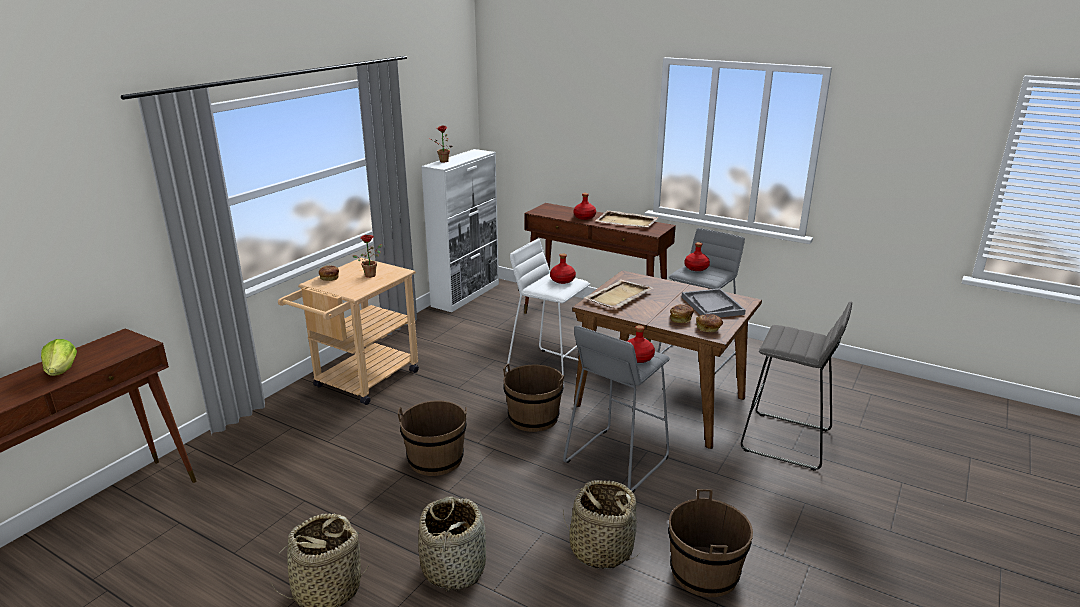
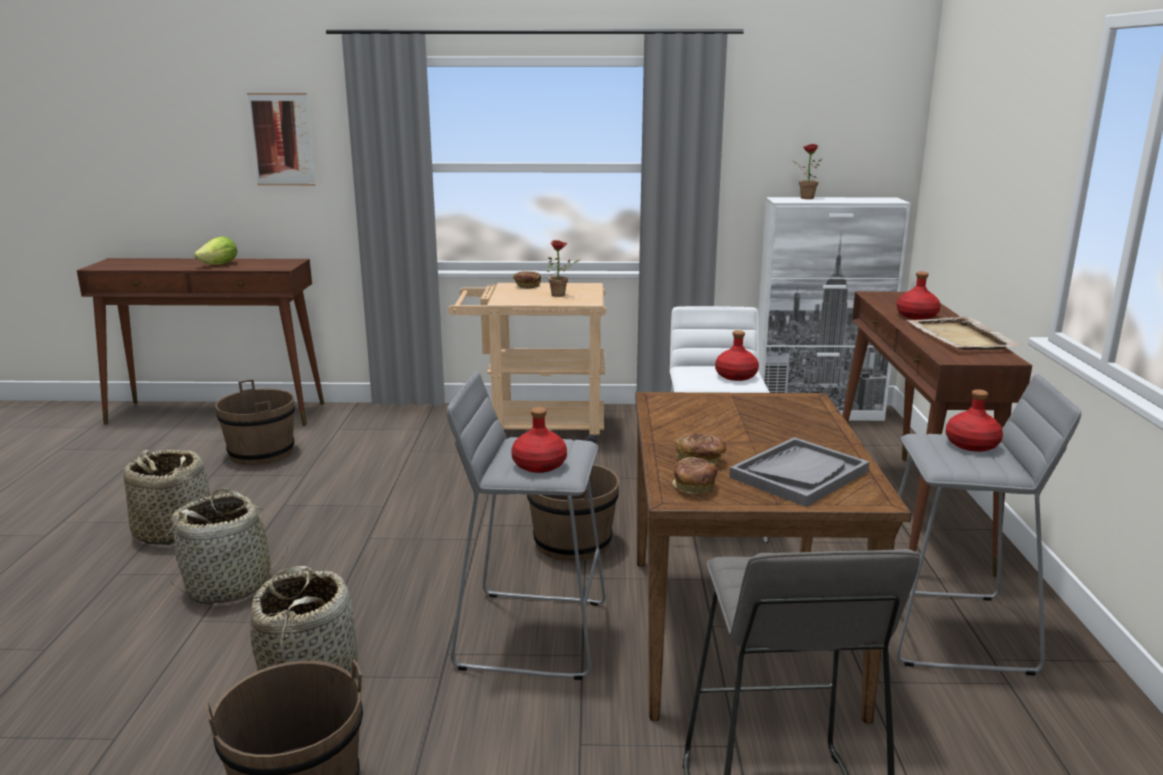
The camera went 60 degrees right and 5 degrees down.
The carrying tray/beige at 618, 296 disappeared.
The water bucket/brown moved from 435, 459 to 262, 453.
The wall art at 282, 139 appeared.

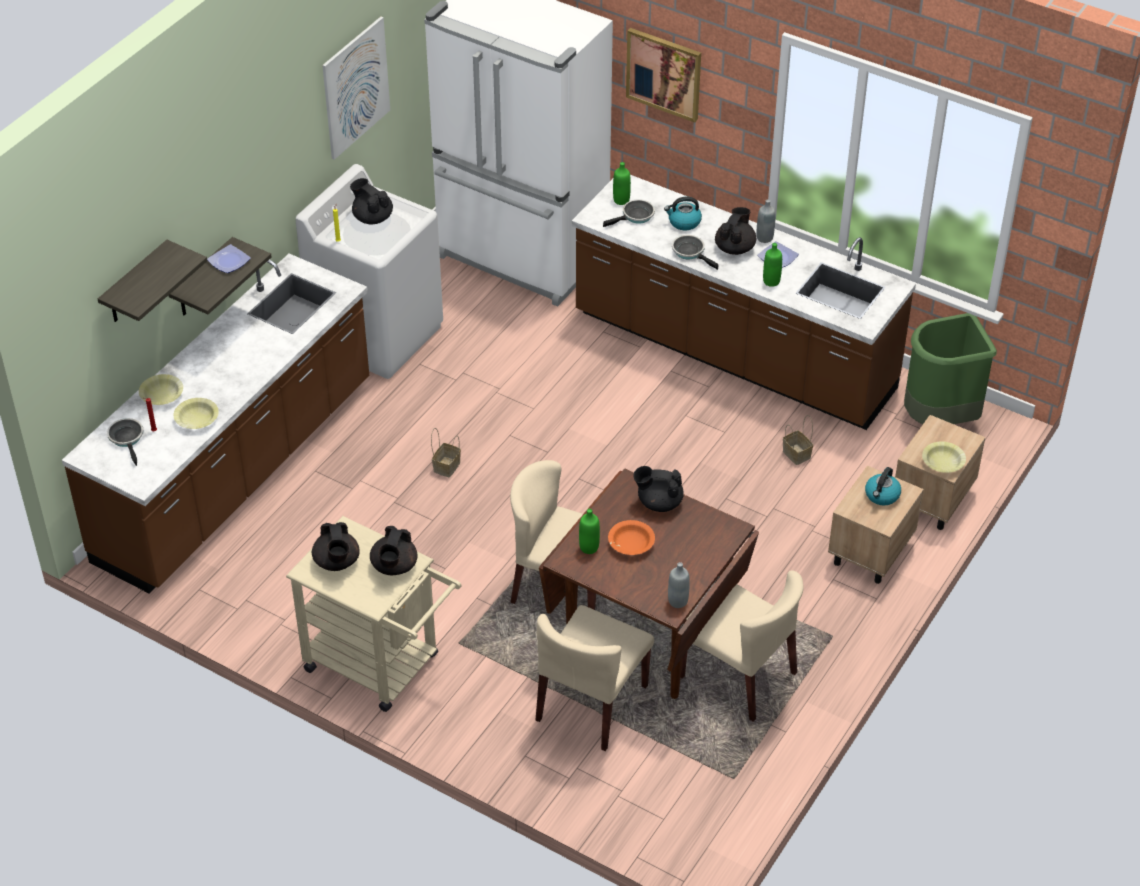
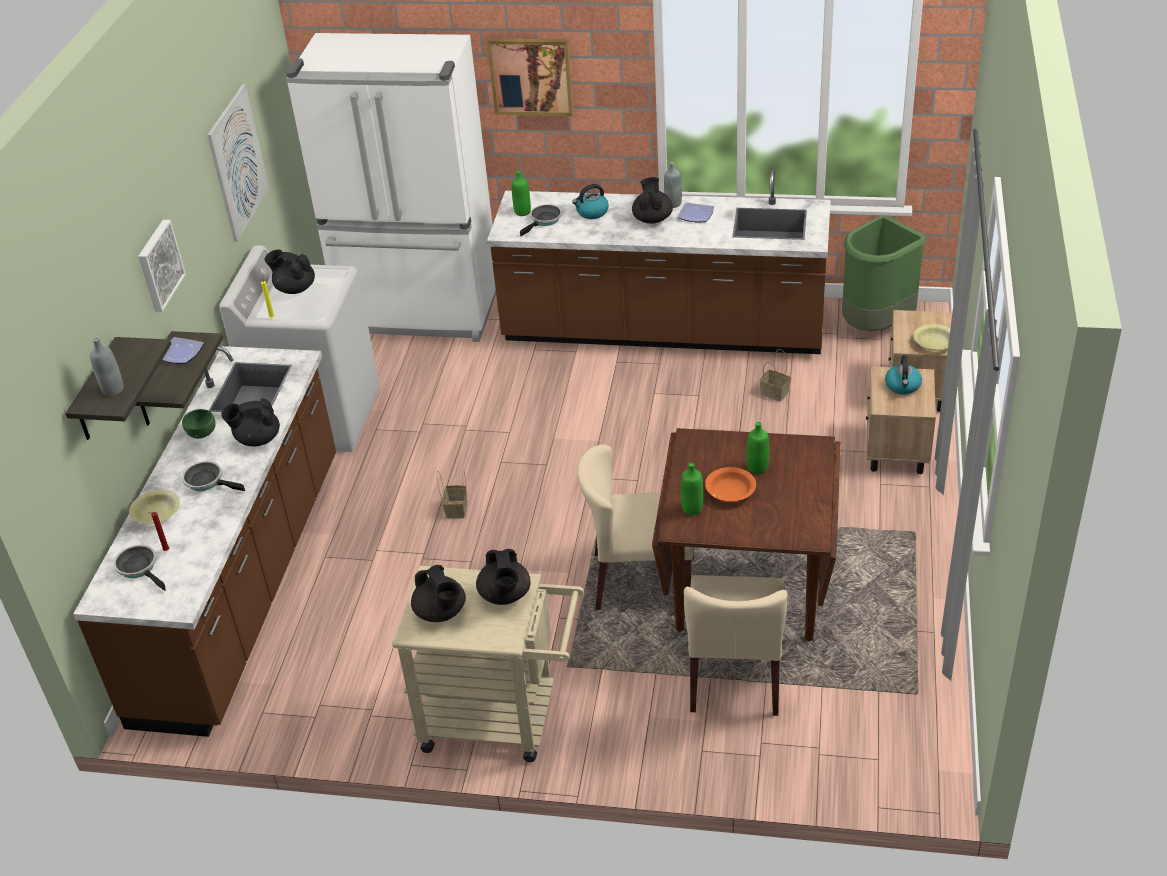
The camera went 20 degrees left and 5 degrees down.
The pan moved from 690, 252 to 207, 481.
The bottle/green moved from 771, 281 to 757, 468.
The deep dish/yellow-coloured at 196, 419 disappeared.
The tea pot/blackish moved from 659, 502 to 257, 439.
The bottle/greyish moved from 678, 601 to 113, 390.
The upright chair/beige at 738, 675 disappeared.
The wall art at 158, 265 appeared.
The deep dish/green at 201, 432 appeared.

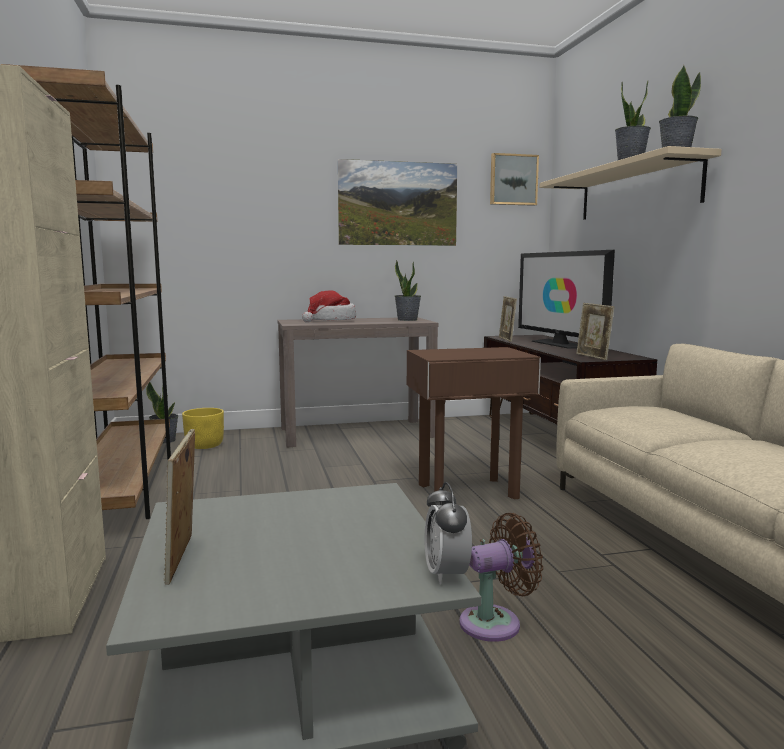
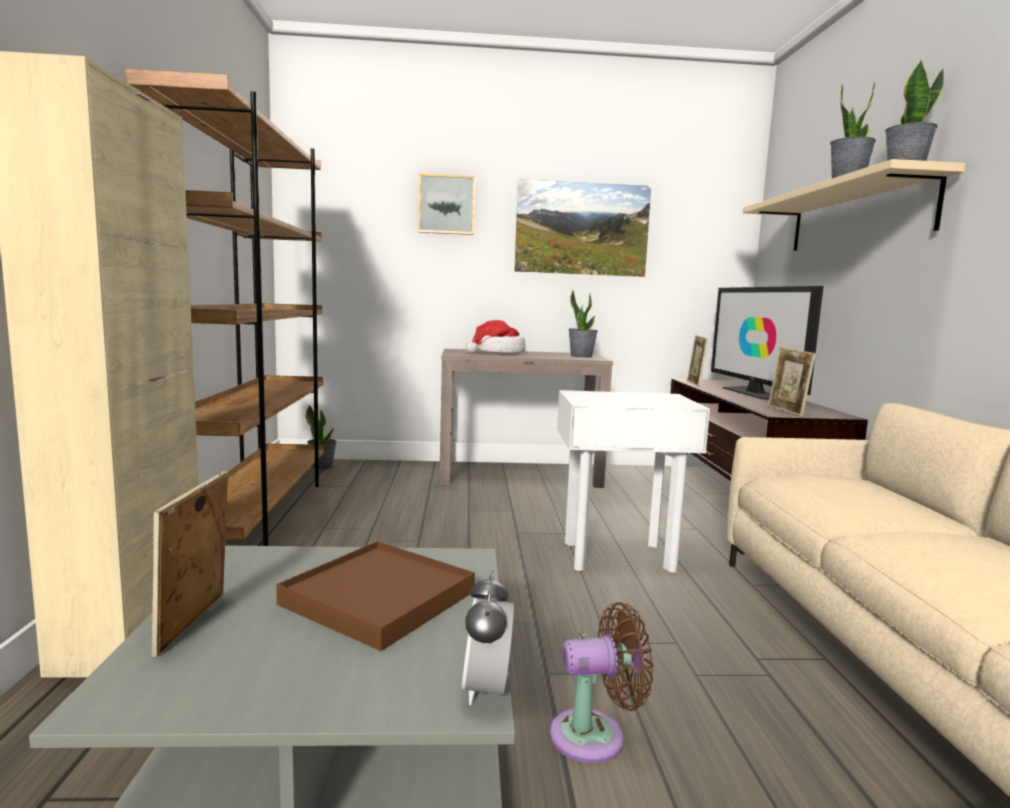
The camera went 10 degrees right and 0 degrees up.
The wall art moved from 513, 180 to 446, 205.
The accent table/brown at 468, 491 became the accent table/whitish at 618, 556.
The planter/yellow-coloured at 205, 445 disappeared.
The carrying tray/brown at 379, 598 appeared.

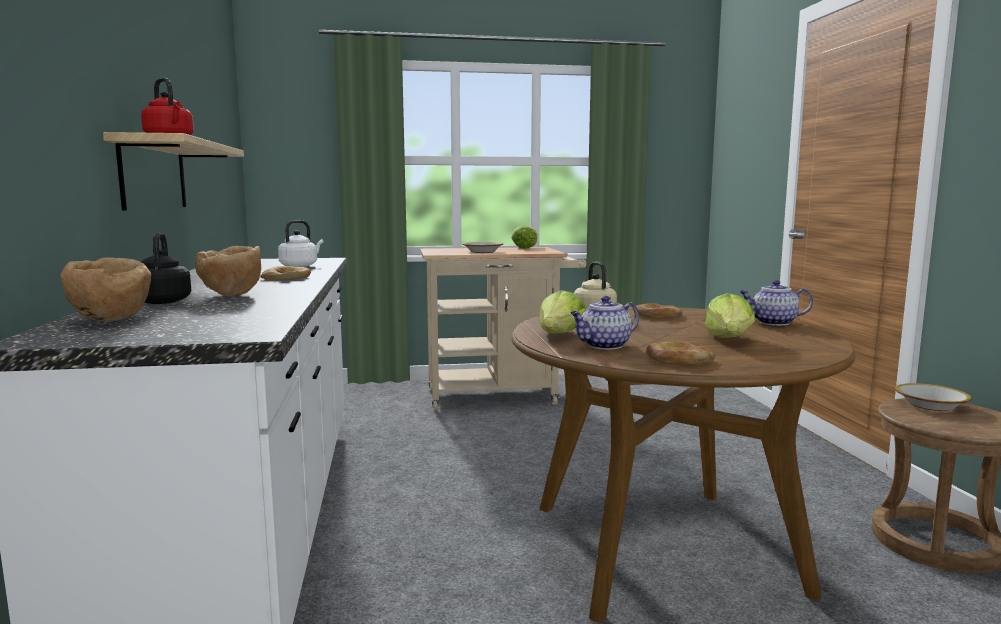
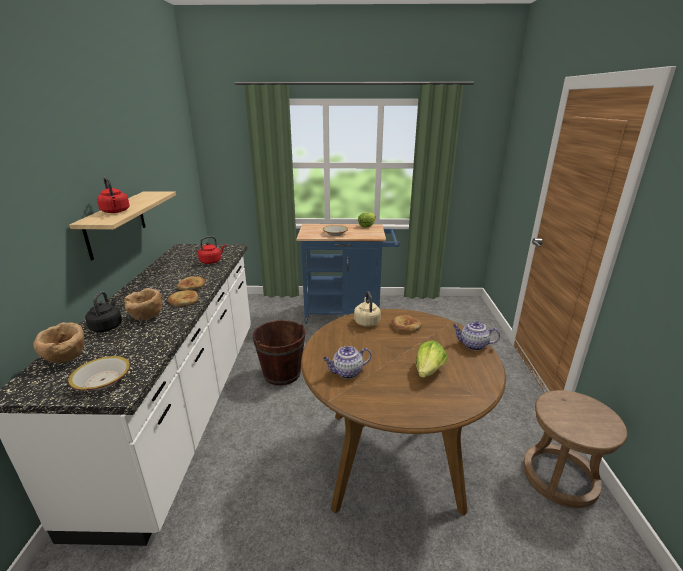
The camera went 10 degrees right and 15 degrees up.
The kettle/whitish at 300, 266 became the kettle/red-coloured at 212, 261.
The wheeled cart/beige at 500, 396 became the wheeled cart/bluish at 347, 313.
The lettuce head at 560, 335 disappeared.
The bakery bread moved from 678, 359 to 183, 300.
The deep dish moved from 930, 405 to 103, 380.
The water bucket/brown at 282, 373 appeared.

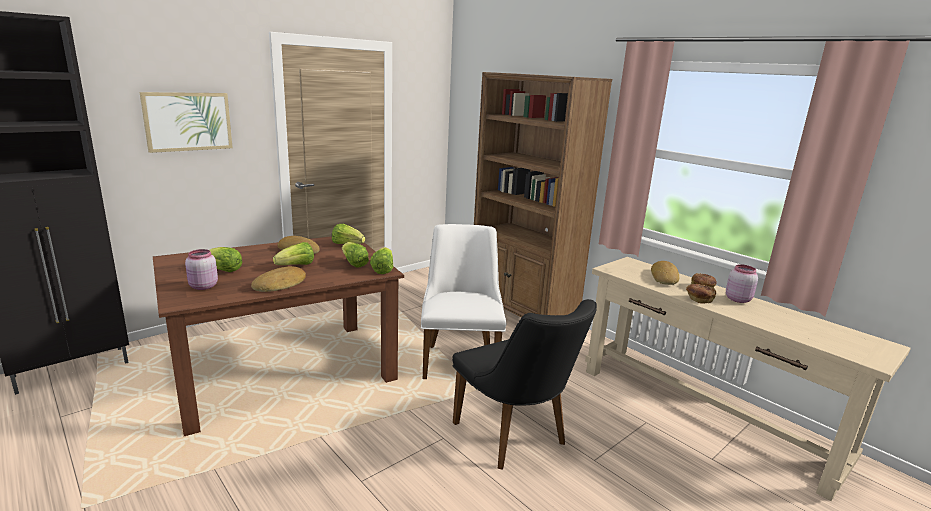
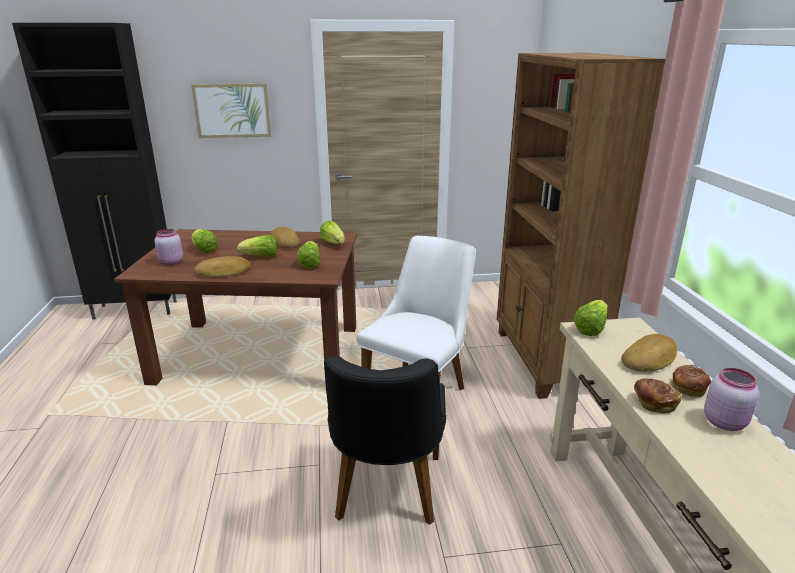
The camera went 35 degrees right and 5 degrees up.
The lettuce head moved from 383, 269 to 591, 328.

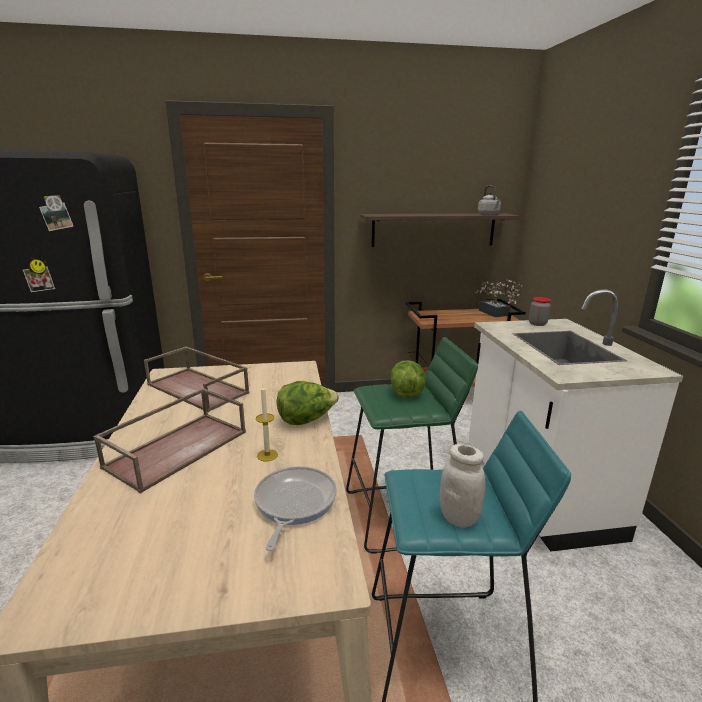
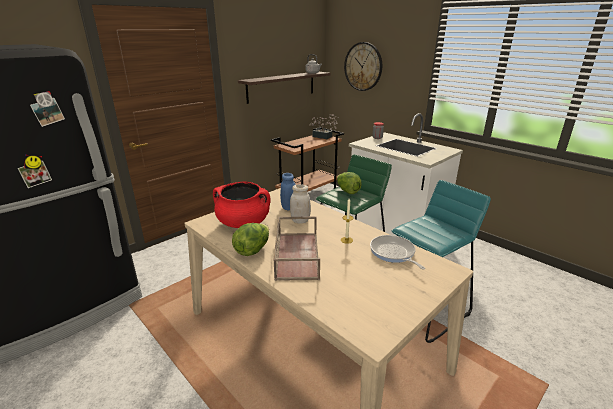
The camera went 35 degrees left and 5 degrees up.
The carrying tray/brown at 199, 388 was replaced by the cooking pot/red-coloured at 243, 223.
The lettuce head moved from 306, 420 to 252, 250.
The storage jar/whitish moved from 459, 518 to 300, 221.
The wall clock at 363, 66 appeared.
The storage jar/bluish at 288, 207 appeared.

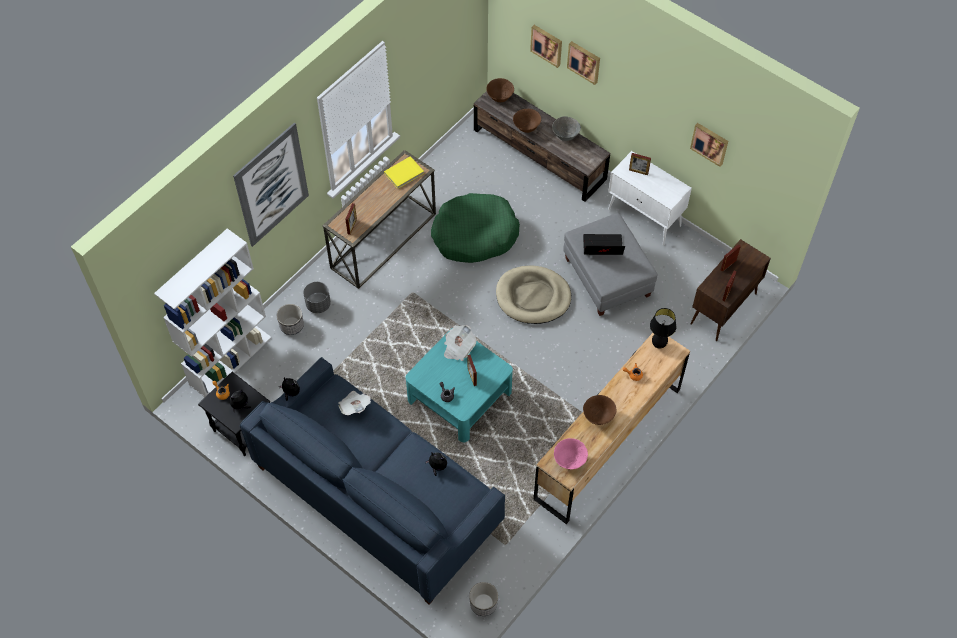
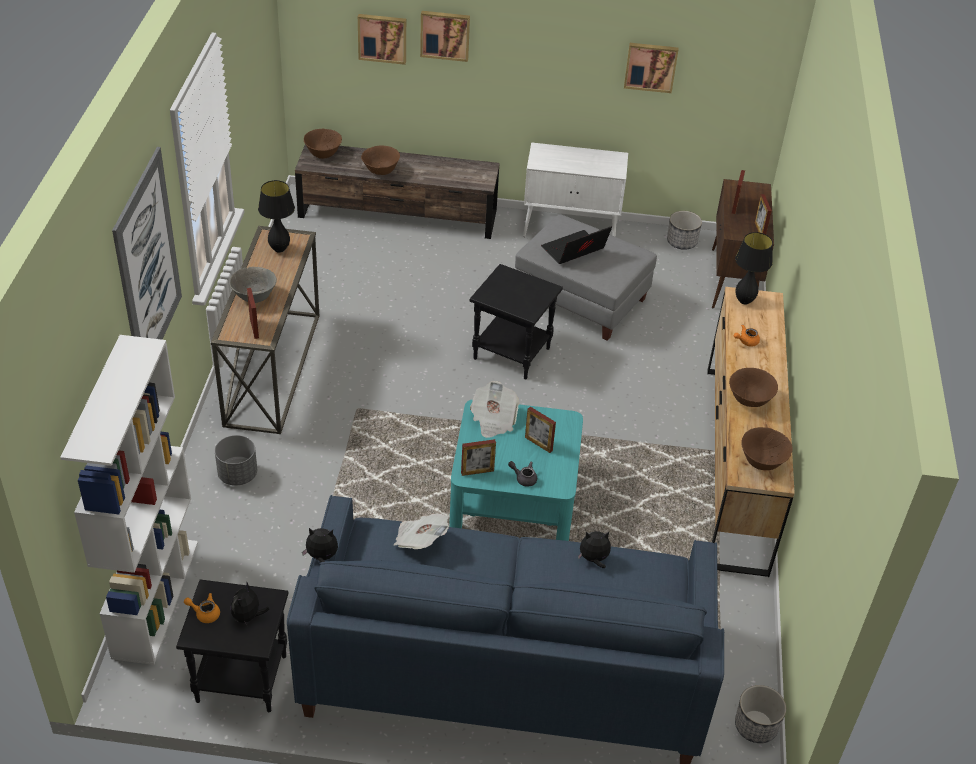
The camera went 35 degrees left and 15 degrees down.
The deep dish/greyish moved from 565, 135 to 254, 297.
The picture frame moved from 638, 171 to 477, 472.
The book/yellow-coloured at 404, 174 was replaced by the table lamp/blackish at 279, 249.
The pet bed/green at 474, 235 disappeared.
The pet bed/beige at 533, 297 was replaced by the accent table/blackish at 513, 353.
The planter moved from 292, 325 to 682, 242.
The deep dish/pink-coloured at 569, 460 became the deep dish/brown at 761, 462.

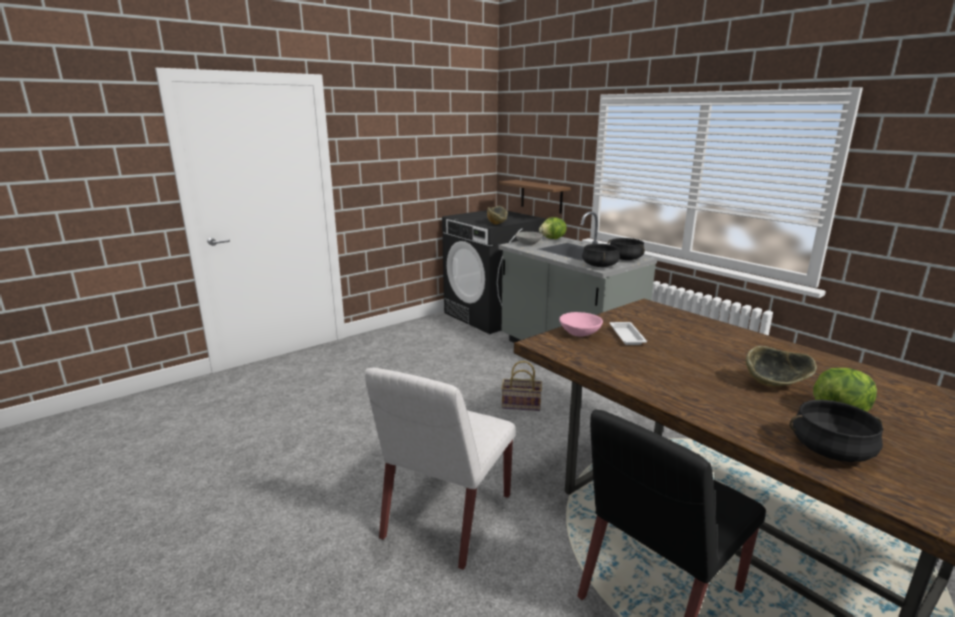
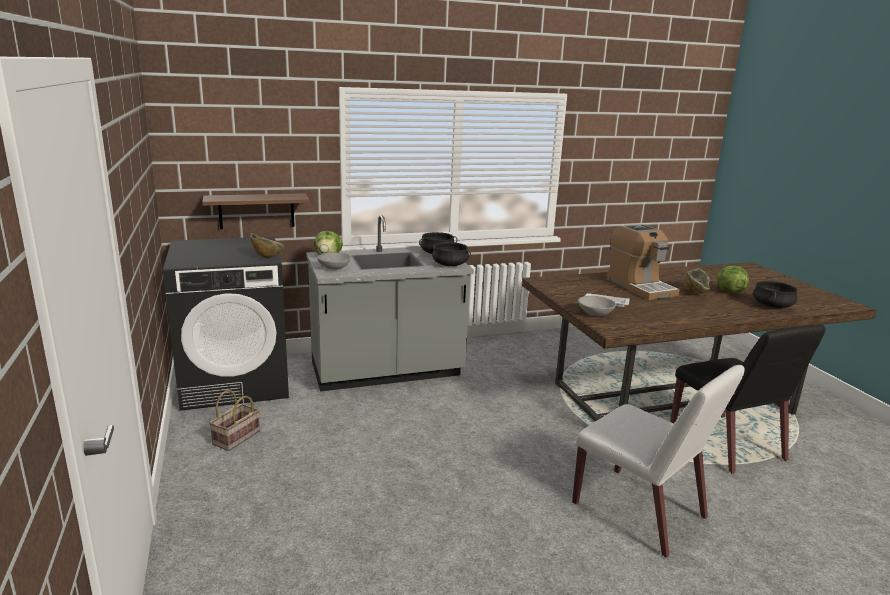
The camera went 70 degrees left and 0 degrees up.
The deep dish/pink-coloured at 579, 333 became the deep dish/greyish at 595, 314.
The basket moved from 520, 405 to 236, 438.
The coffee machine at 639, 287 appeared.

